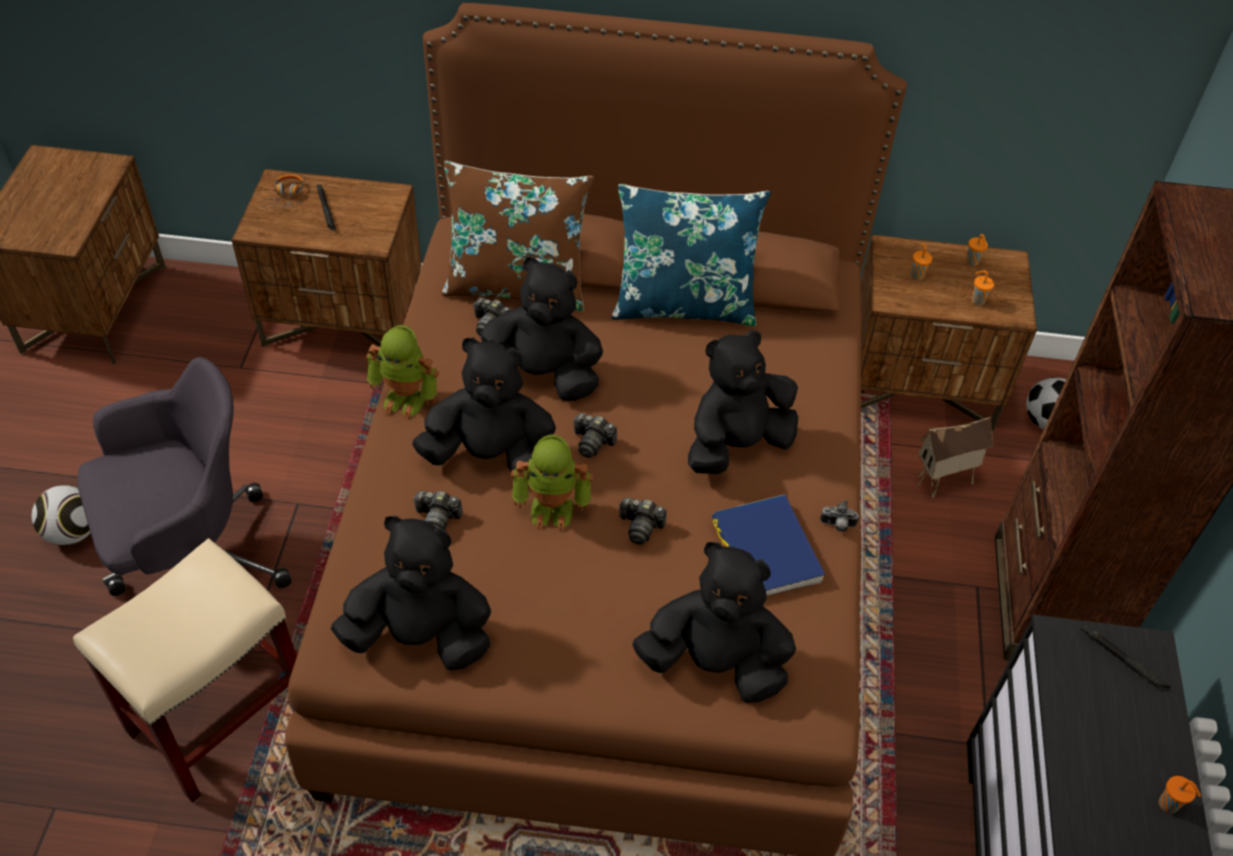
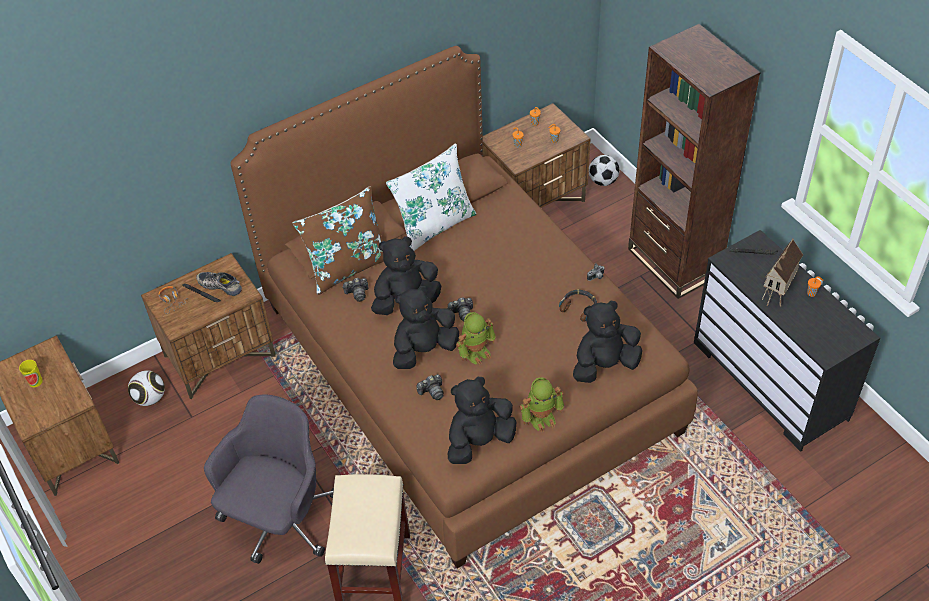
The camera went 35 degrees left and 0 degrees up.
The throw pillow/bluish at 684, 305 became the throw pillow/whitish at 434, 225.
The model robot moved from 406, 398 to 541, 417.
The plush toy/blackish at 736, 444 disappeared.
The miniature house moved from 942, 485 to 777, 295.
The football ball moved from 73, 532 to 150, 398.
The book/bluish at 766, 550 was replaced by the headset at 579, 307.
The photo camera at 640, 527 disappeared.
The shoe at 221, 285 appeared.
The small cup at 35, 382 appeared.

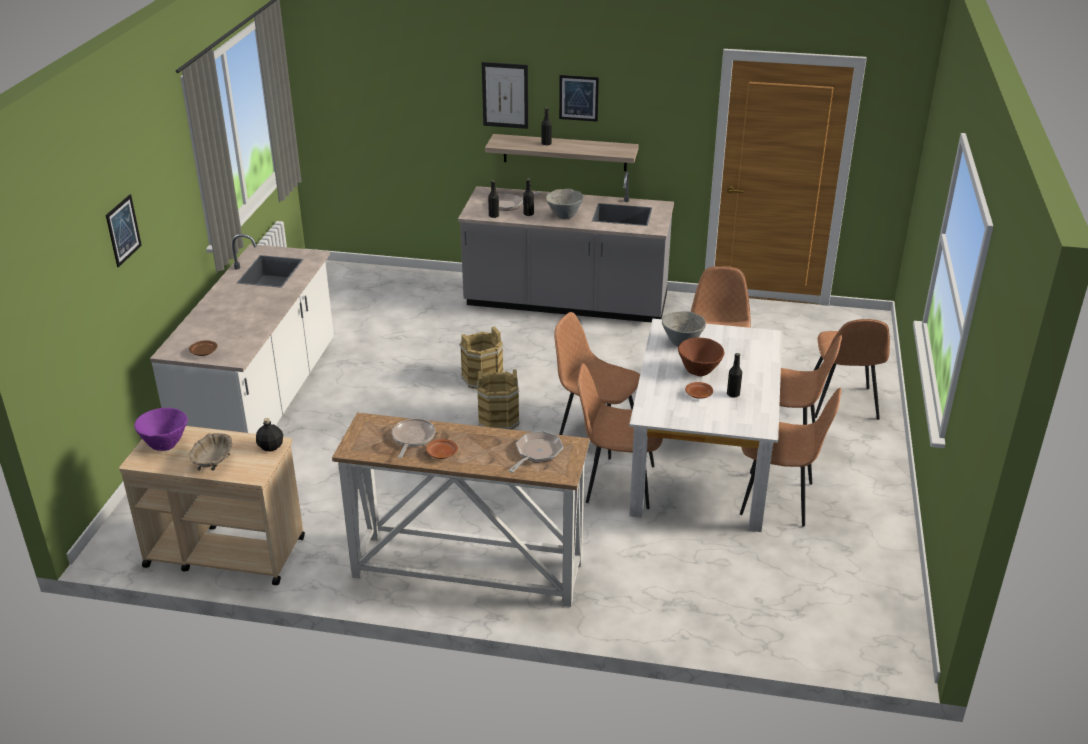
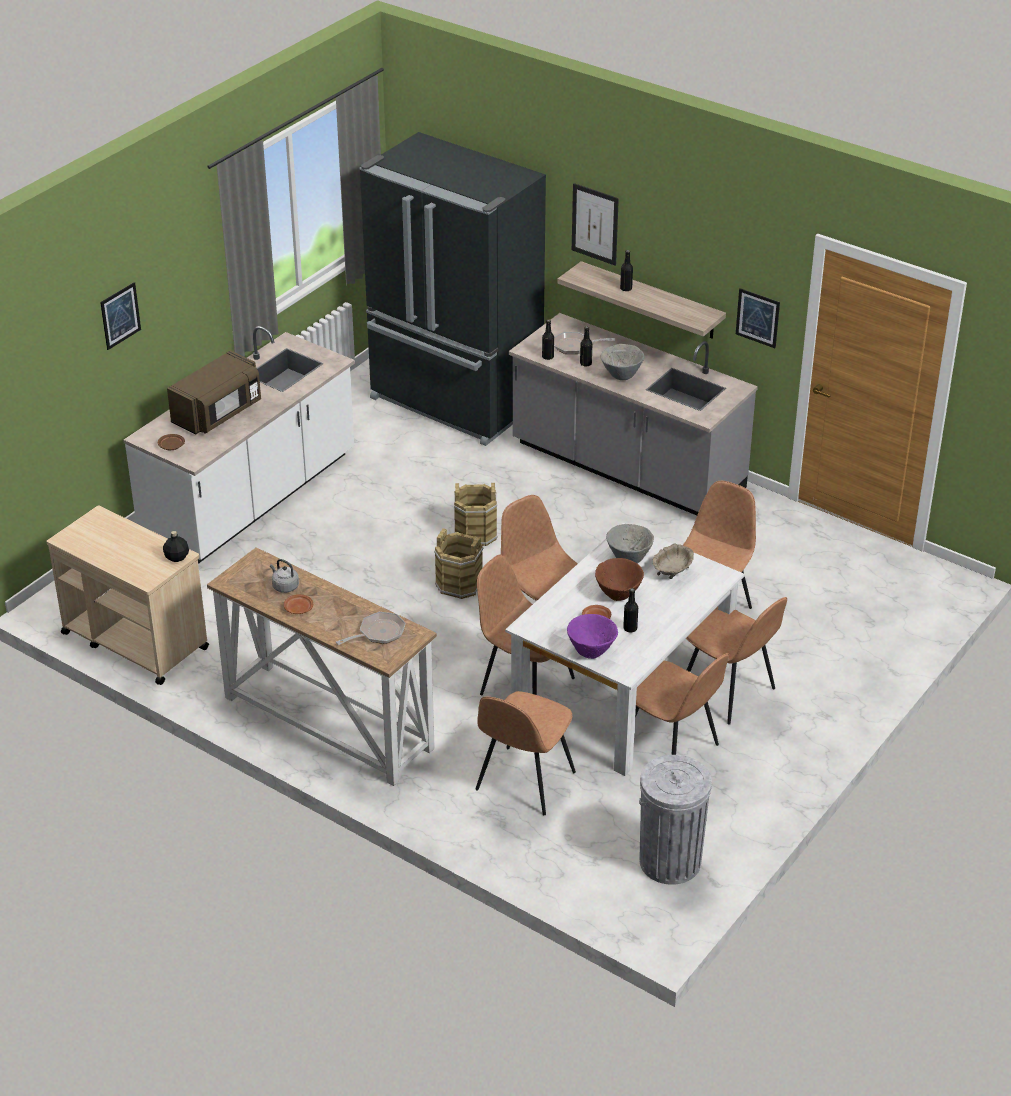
The camera went 25 degrees right and 5 degrees up.
The wall art moved from 578, 98 to 757, 318.
The upright chair/brown moved from 842, 404 to 524, 782.
The deep dish/purple moved from 166, 444 to 591, 651.
The pan at 412, 438 was replaced by the kettle/greyish at 284, 586.
The deep dish/beige moved from 213, 463 to 672, 572.
The refrigerator/blackish at 454, 402 appeared.
The microwave/brown at 218, 413 appeared.
The rubbish bin/greyish at 670, 861 appeared.

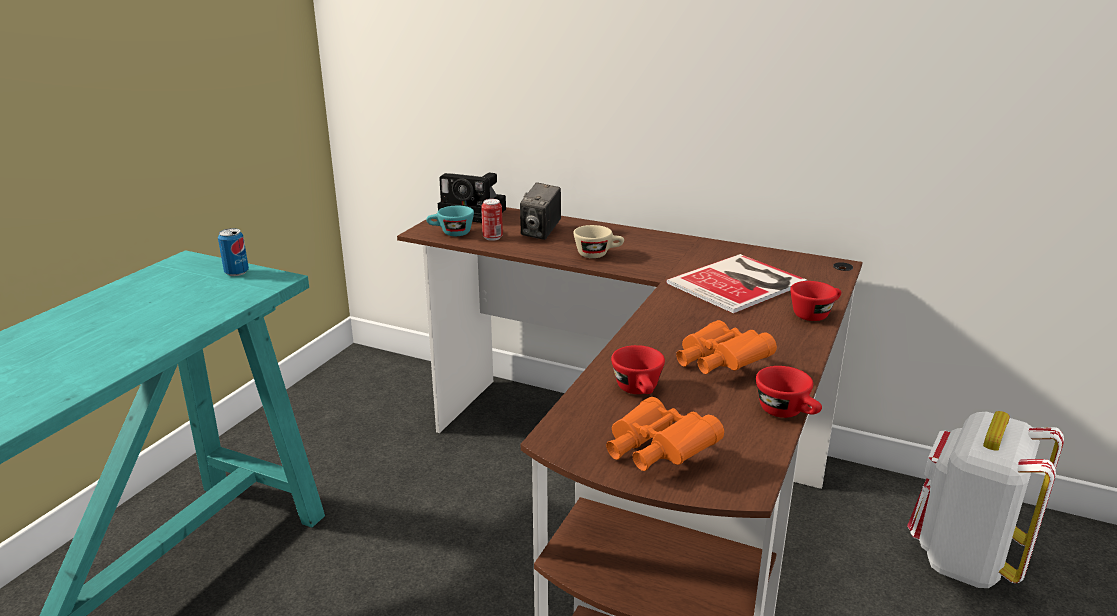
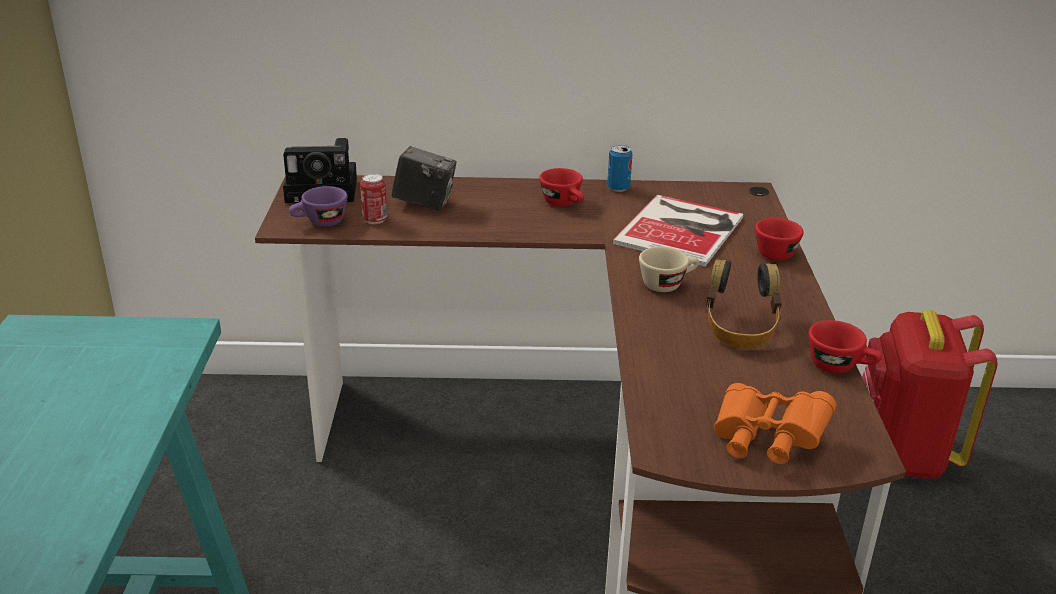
The camera went 25 degrees left and 5 degrees up.
The photo camera at 541, 233 turned 75 degrees counterclockwise.
The small cup/turquoise-coloured at 451, 233 became the small cup/purple at 320, 223.
The small cup/beige moved from 598, 254 to 667, 284.
The can moved from 236, 272 to 618, 188.
The field glasses/orange-coloured at 718, 364 was replaced by the headset at 739, 329.
The small cup/red-coloured moved from 639, 391 to 564, 204.
The knapsack/whitish at 963, 559 became the knapsack/red-coloured at 901, 454.

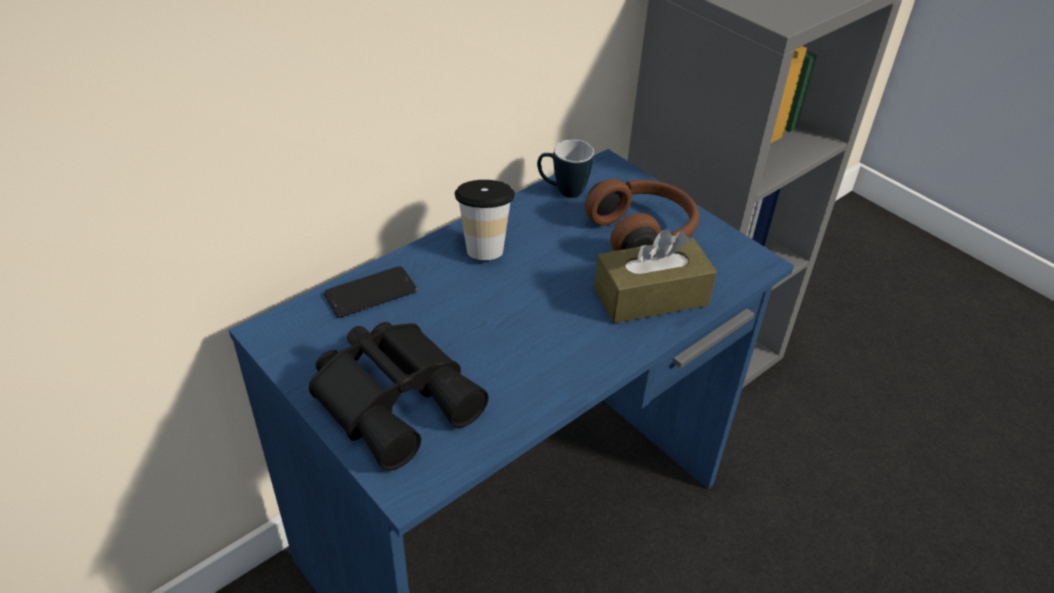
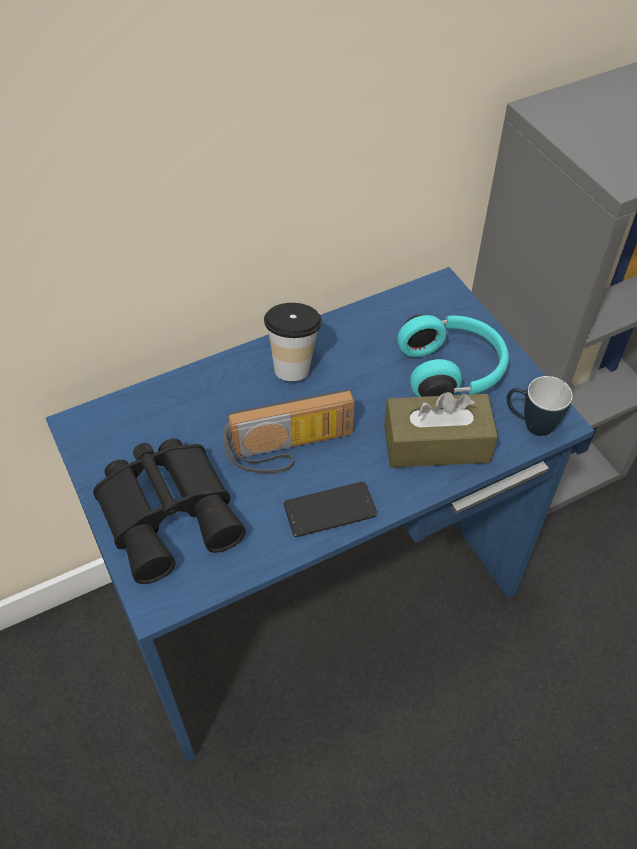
The camera went 15 degrees right and 10 degrees up.
The coffee mug moved from 562, 191 to 530, 424.
The headset/brown at 643, 233 became the headset/turquoise-coloured at 452, 371.
The telephone moved from 370, 293 to 330, 510.
The radio receiver at 291, 451 appeared.

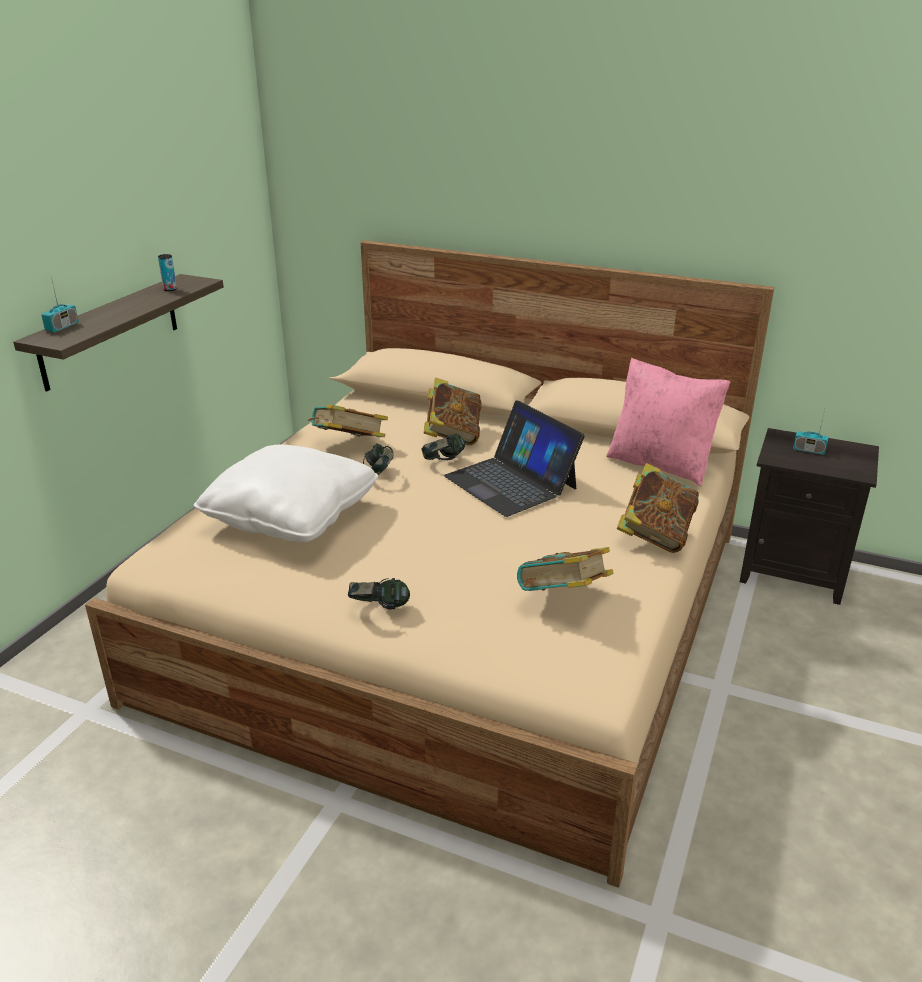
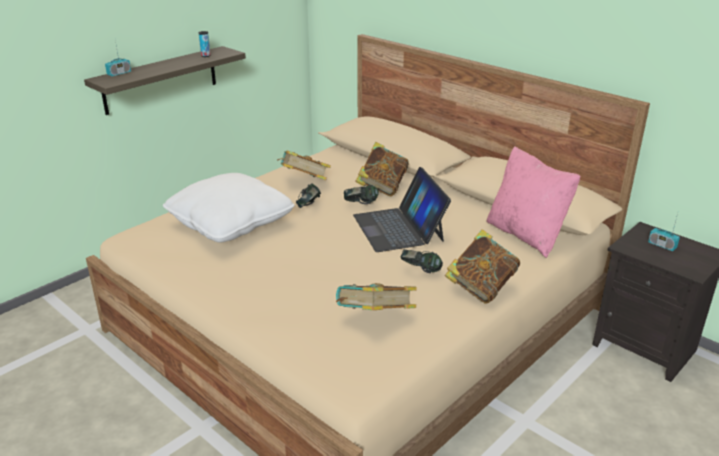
The camera went 20 degrees right and 0 degrees up.
The headset moved from 379, 609 to 420, 271.

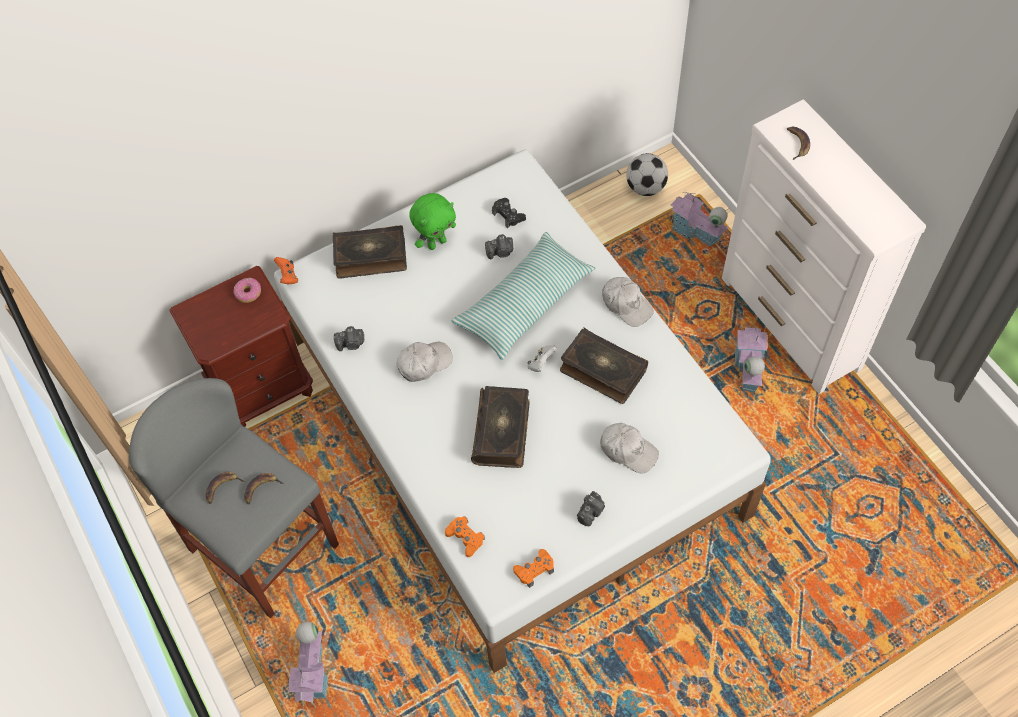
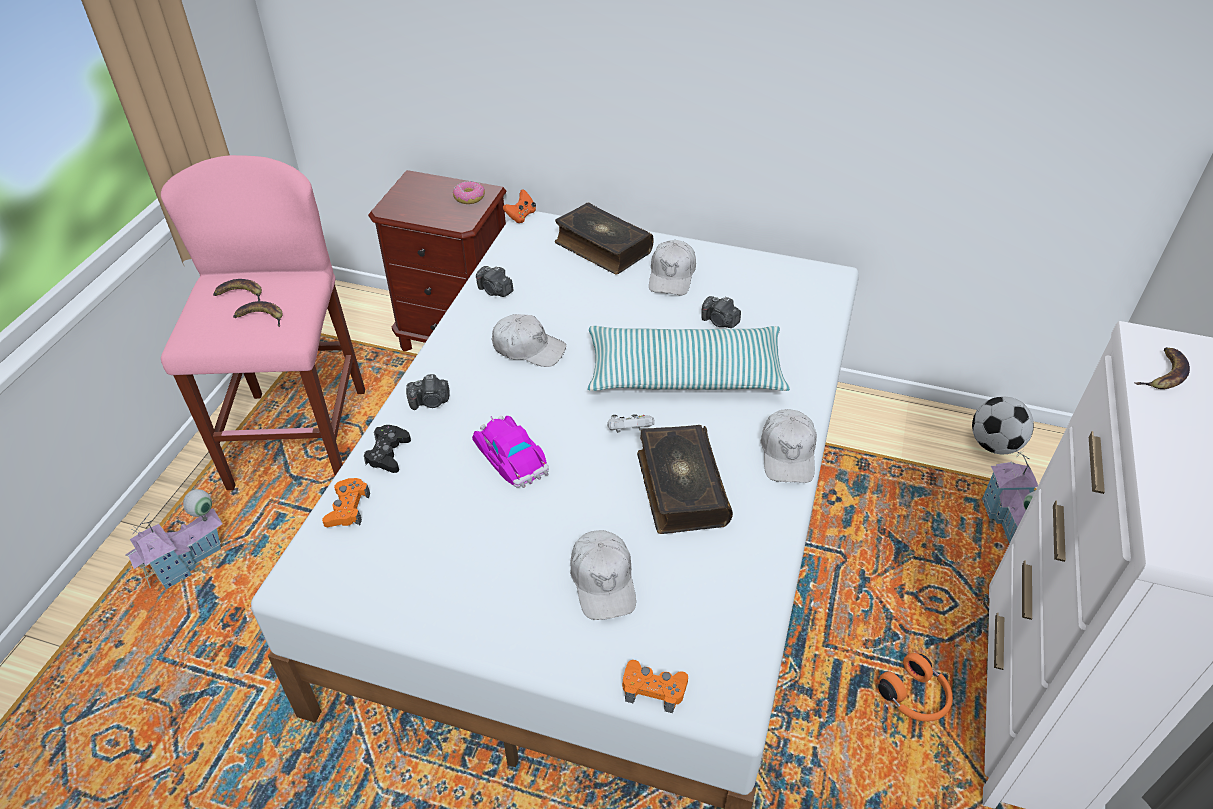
The camera went 45 degrees right and 15 degrees down.
The plush toy/green at 436, 243 was replaced by the cap/whitish at 672, 276.
The joypad/blackish moved from 508, 215 to 388, 453.
The miniature house at 747, 370 was replaced by the headset/orange-coloured at 915, 697.
The stool/greyish at 264, 547 became the stool/pink-coloured at 299, 439.
The book at 502, 432 was replaced by the toy car at 511, 455.
The photo camera moved from 591, 511 to 430, 402.
The joypad/orange-coloured moved from 534, 569 to 654, 689.

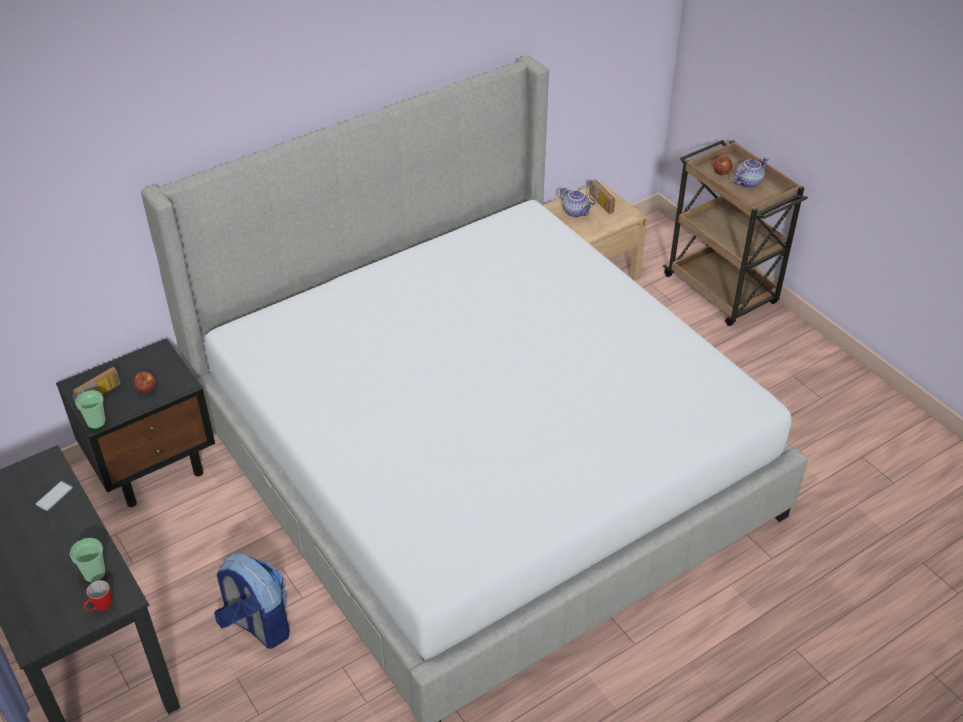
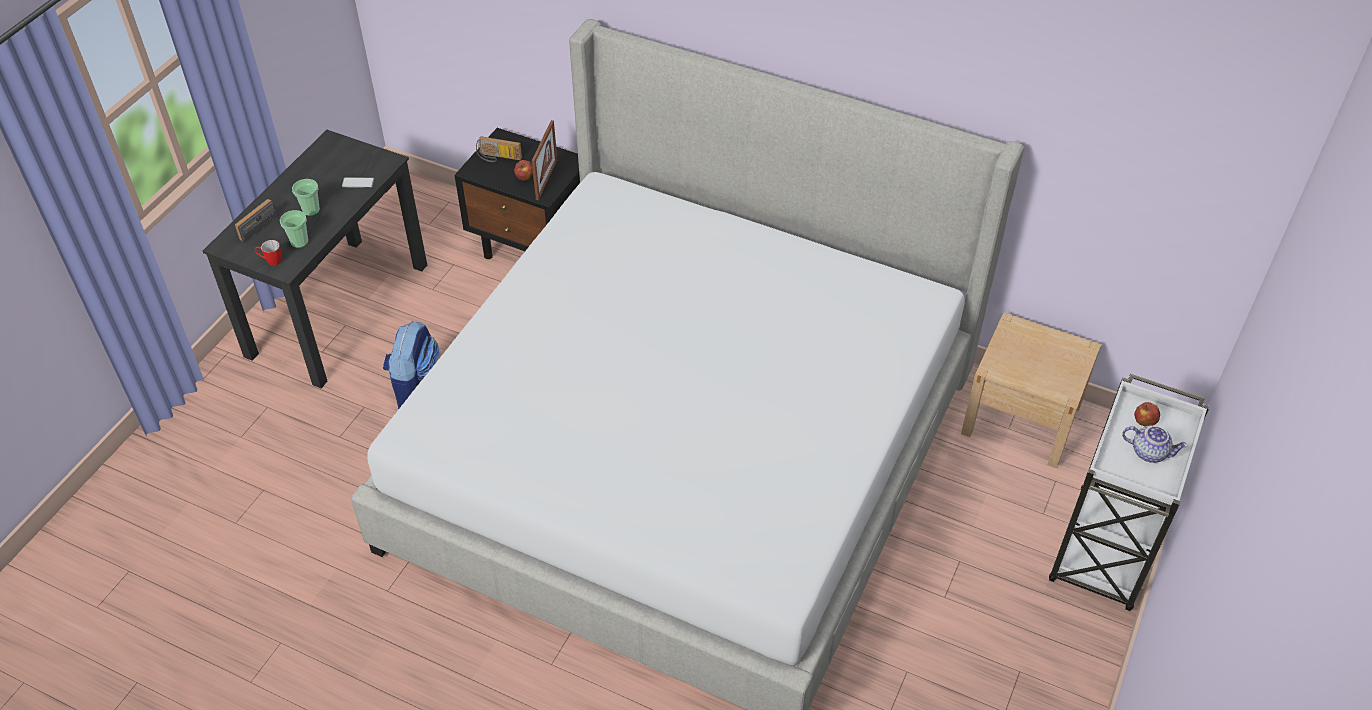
The camera went 60 degrees right and 5 degrees up.
The wheeled cart/brown at 722, 291 became the wheeled cart/whitish at 1103, 551.
The radio receiver moved from 597, 203 to 256, 225.
The tea pot at 576, 212 disappeared.
The small cup moved from 96, 422 to 311, 210.
The picture frame at 546, 179 appeared.

